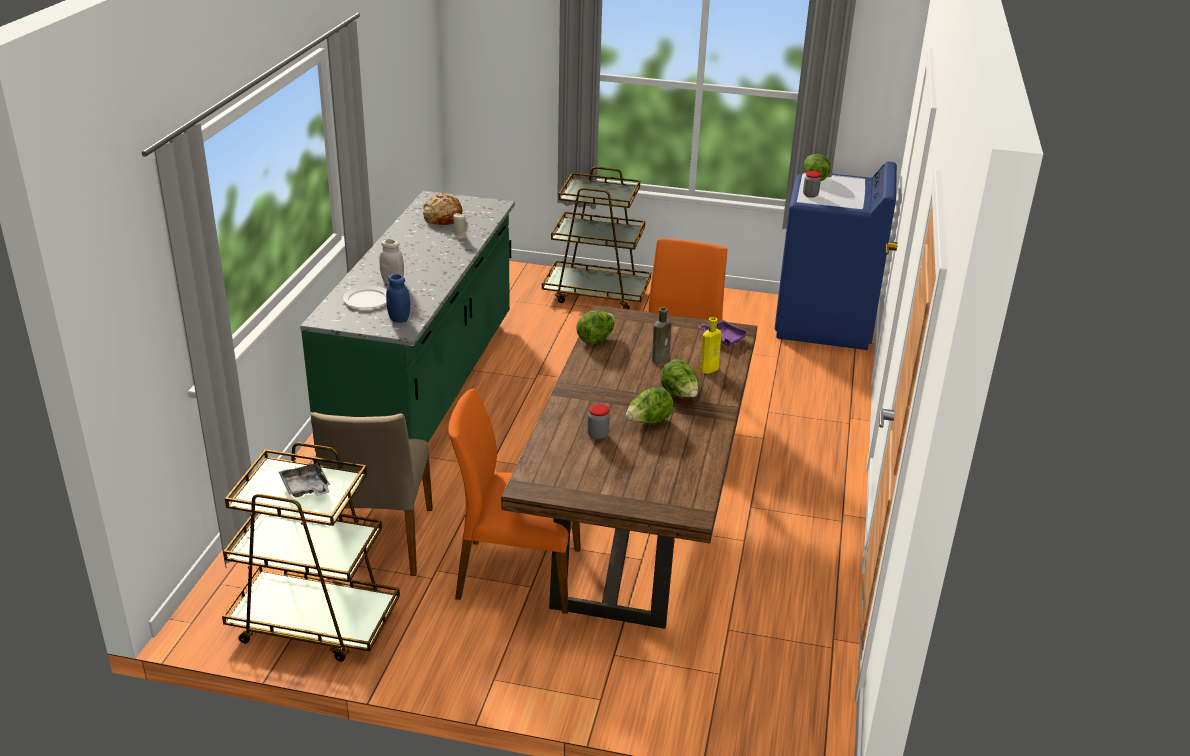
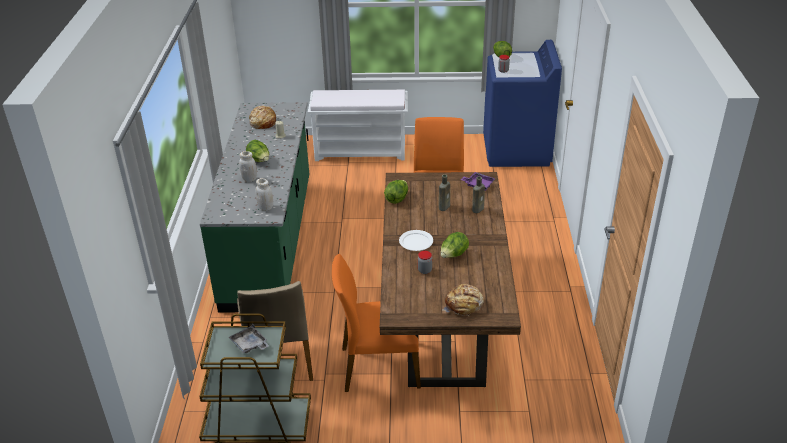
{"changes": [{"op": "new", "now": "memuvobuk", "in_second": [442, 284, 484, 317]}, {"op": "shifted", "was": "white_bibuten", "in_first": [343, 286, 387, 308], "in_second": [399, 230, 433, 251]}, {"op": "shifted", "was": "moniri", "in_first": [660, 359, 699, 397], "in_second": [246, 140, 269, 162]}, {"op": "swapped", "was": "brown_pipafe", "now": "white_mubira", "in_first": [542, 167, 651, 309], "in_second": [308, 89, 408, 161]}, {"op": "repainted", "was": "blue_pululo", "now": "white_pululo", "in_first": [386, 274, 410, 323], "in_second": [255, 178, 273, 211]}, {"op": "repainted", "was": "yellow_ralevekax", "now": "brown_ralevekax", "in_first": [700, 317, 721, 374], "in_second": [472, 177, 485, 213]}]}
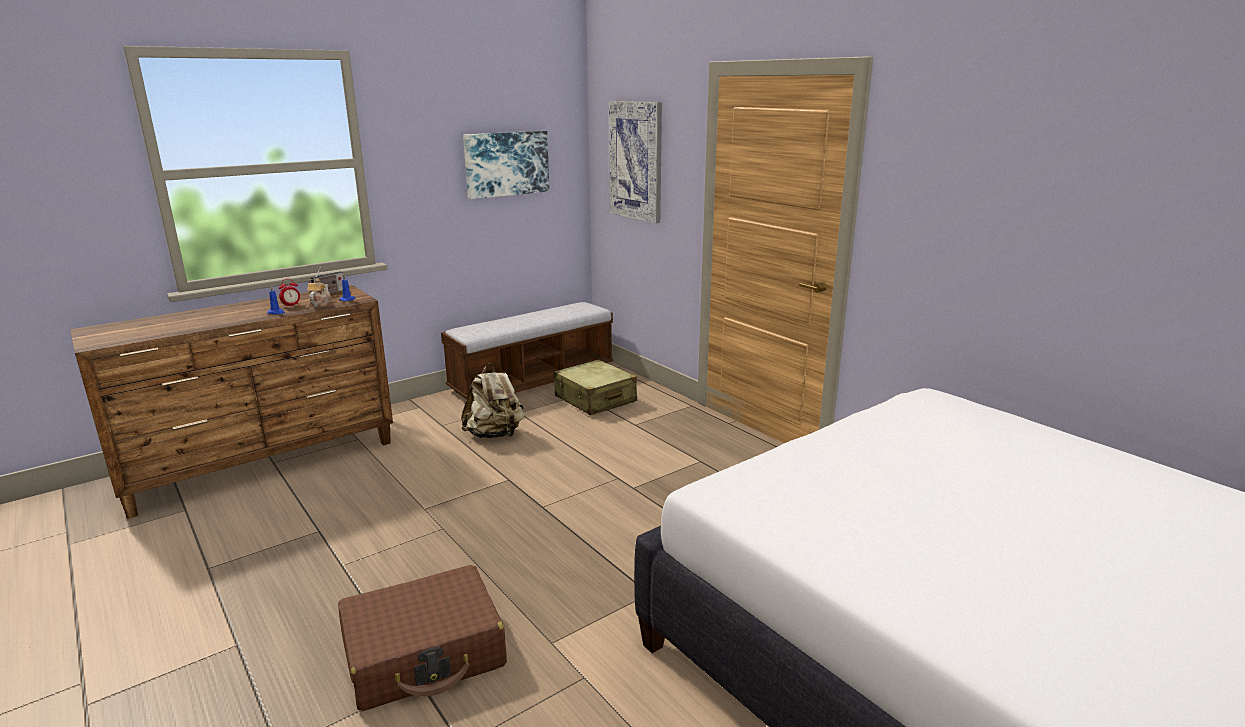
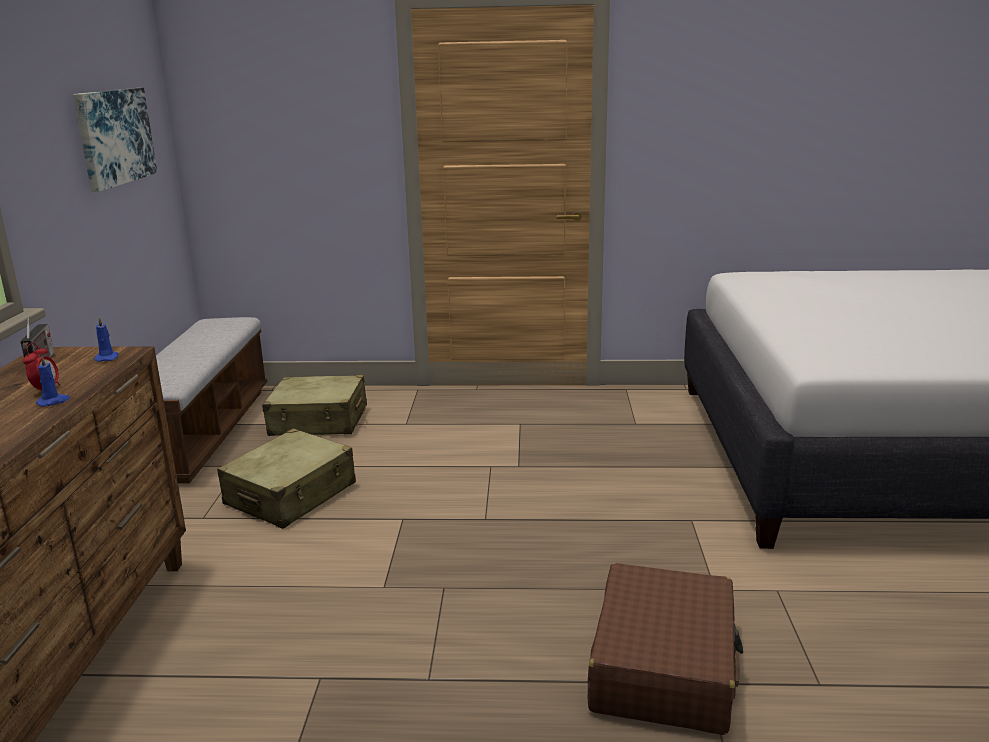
{"changes": [{"op": "gone", "was": "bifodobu", "in_first": [307, 278, 332, 307]}, {"op": "gone", "was": "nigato", "in_first": [609, 101, 662, 224]}, {"op": "swapped", "was": "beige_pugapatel", "now": "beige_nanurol", "in_first": [461, 363, 524, 438], "in_second": [217, 429, 356, 529]}]}
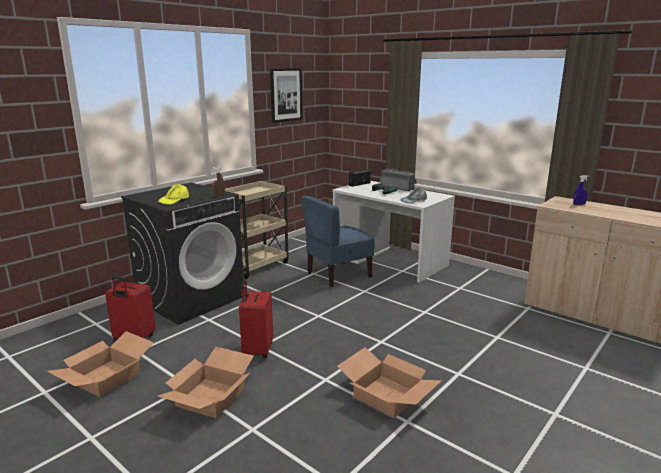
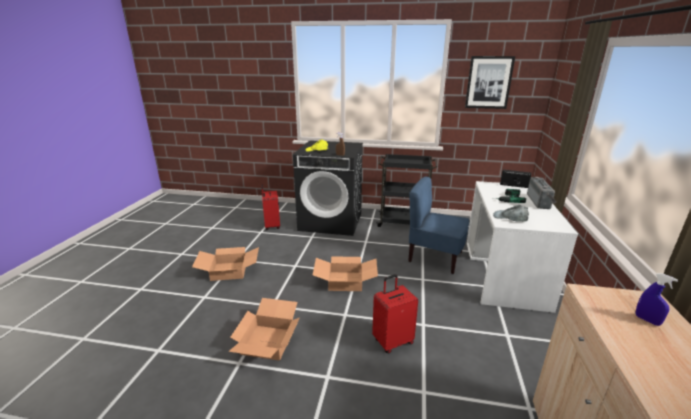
{"changes": [{"op": "shifted", "was": "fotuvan", "in_first": [47, 331, 154, 397], "in_second": [313, 256, 378, 291]}, {"op": "shifted", "was": "red_nanurol", "in_first": [239, 280, 273, 358], "in_second": [372, 274, 418, 353]}, {"op": "repainted", "was": "beige_pipafe", "now": "black_pipafe", "in_first": [225, 181, 289, 279], "in_second": [376, 154, 438, 227]}]}
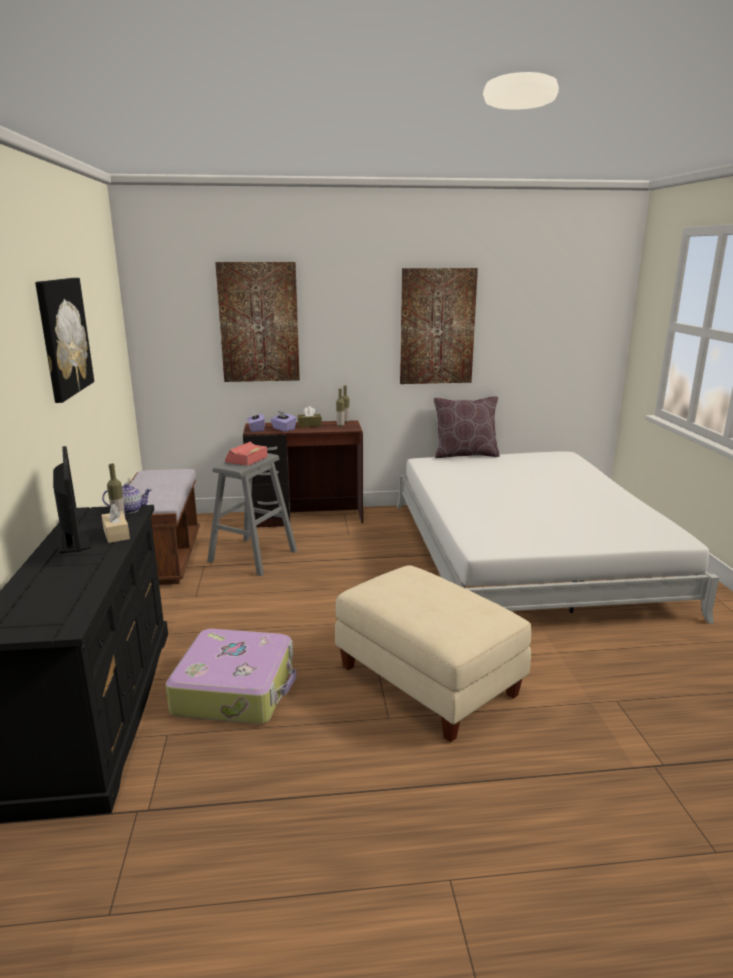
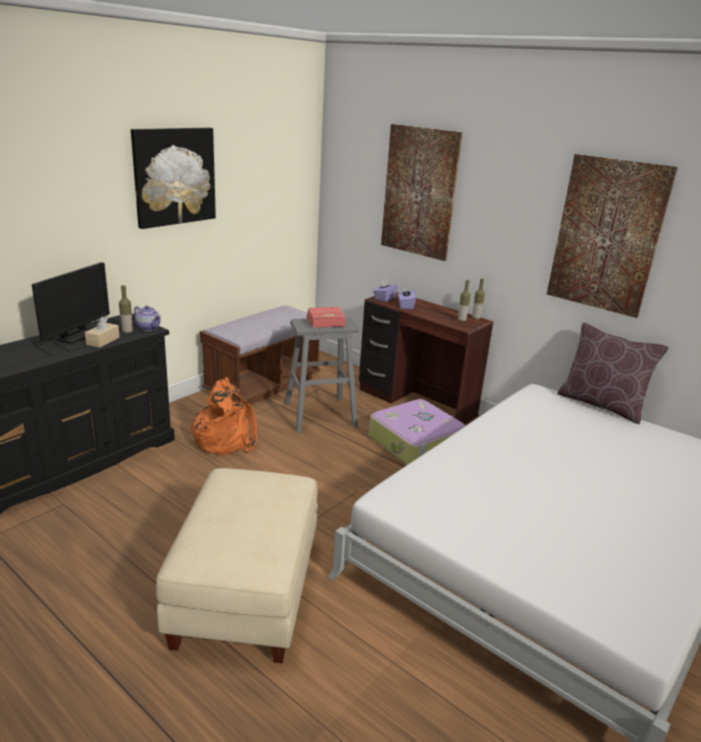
{"changes": [{"op": "gone", "was": "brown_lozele", "in_first": [298, 406, 322, 427]}, {"op": "new", "now": "orange_pugapatel", "in_second": [189, 377, 258, 455]}, {"op": "shifted", "was": "nanurol", "in_first": [166, 629, 297, 724], "in_second": [369, 399, 466, 465]}]}
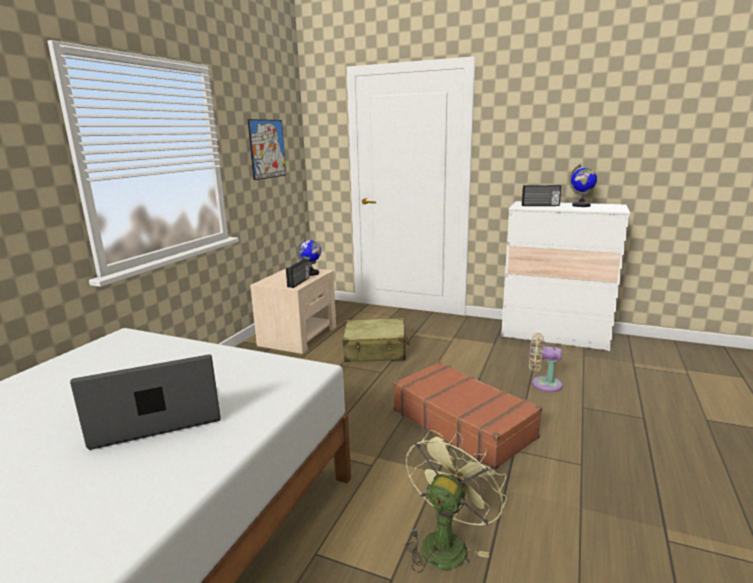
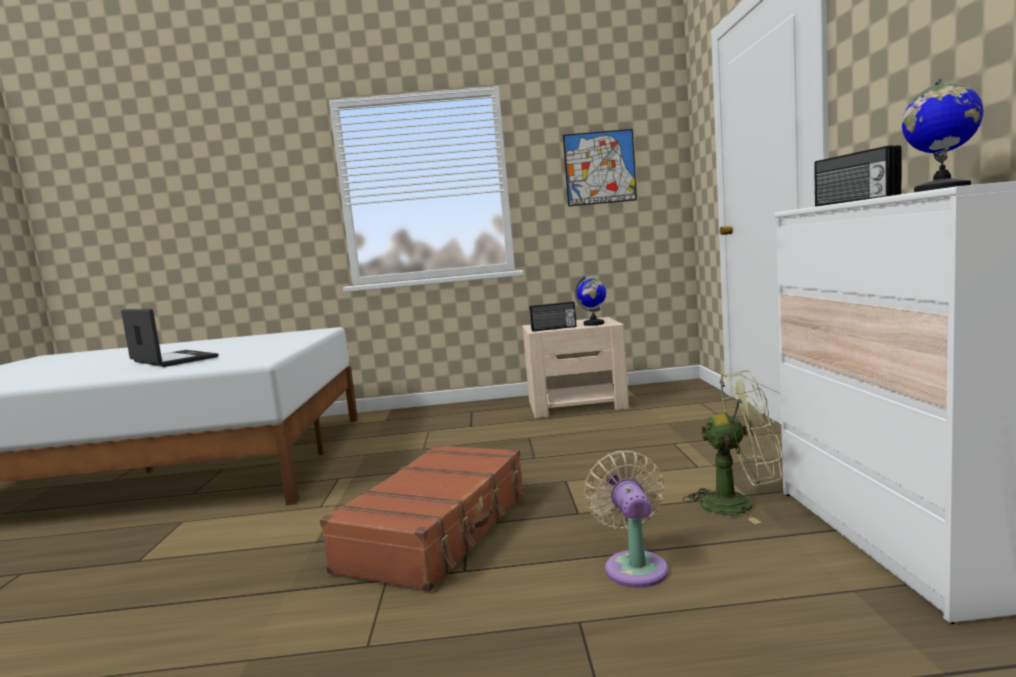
{"changes": [{"op": "gone", "was": "beige_nanurol", "in_first": [342, 318, 410, 362]}, {"op": "shifted", "was": "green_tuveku", "in_first": [405, 430, 507, 573], "in_second": [683, 370, 782, 524]}]}
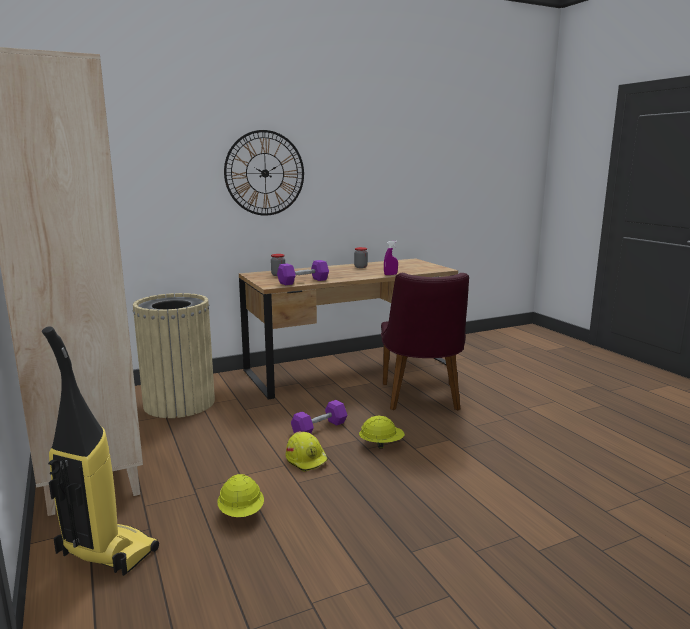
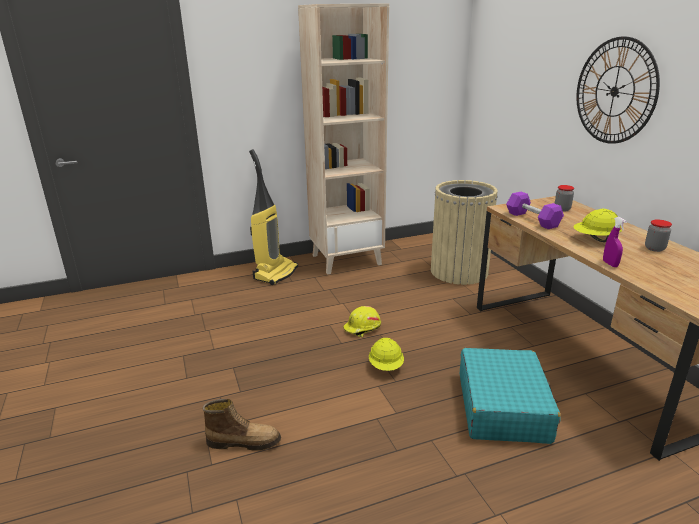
{"changes": [{"op": "gone", "was": "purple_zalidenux", "in_first": [291, 400, 348, 434]}, {"op": "new", "now": "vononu", "in_second": [202, 399, 281, 451]}, {"op": "shifted", "was": "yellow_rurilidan", "in_first": [217, 474, 264, 517], "in_second": [573, 209, 622, 242]}, {"op": "swapped", "was": "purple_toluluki", "now": "turquoise_nanurol", "in_first": [381, 273, 469, 410], "in_second": [460, 348, 561, 444]}]}
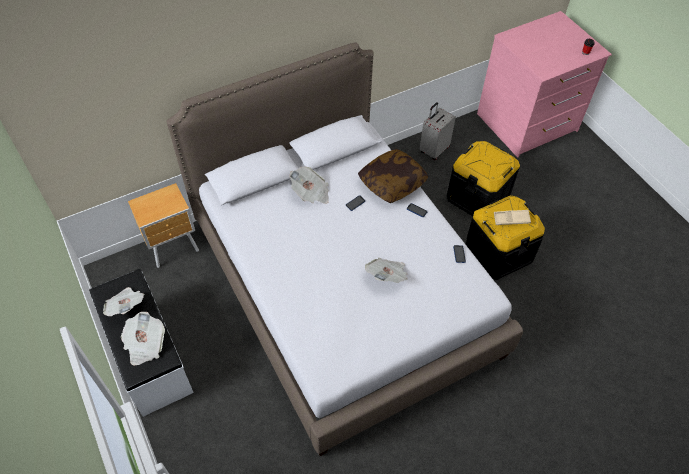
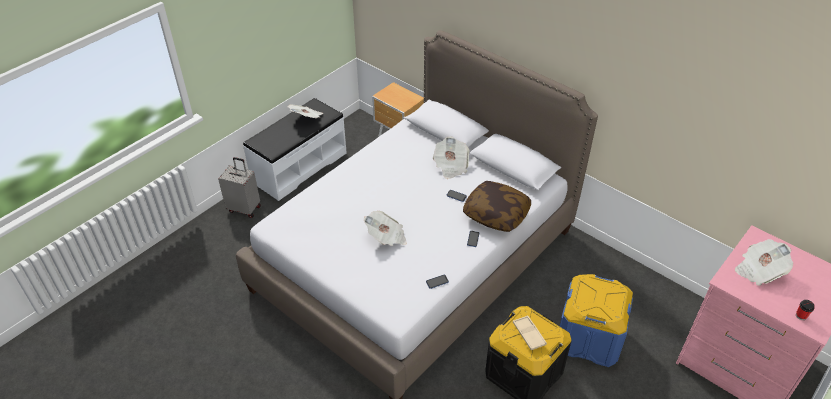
{"changes": [{"op": "shifted", "was": "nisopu", "in_first": [121, 312, 165, 366], "in_second": [735, 239, 793, 286]}, {"op": "shifted", "was": "grey_nanurol", "in_first": [420, 102, 456, 160], "in_second": [218, 157, 261, 218]}, {"op": "repainted", "was": "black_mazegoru", "now": "blue_mazegoru", "in_first": [447, 141, 520, 216], "in_second": [560, 274, 633, 367]}]}
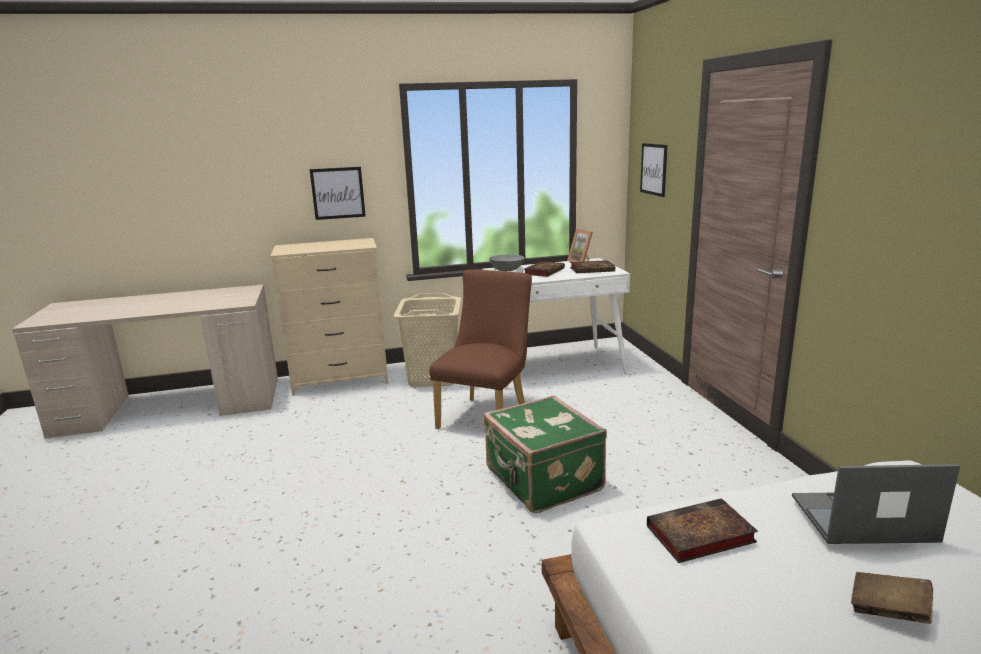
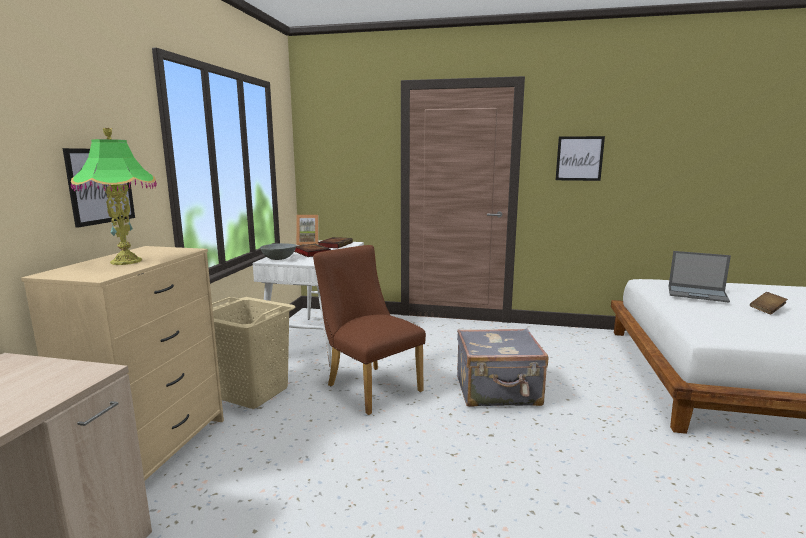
{"changes": [{"op": "gone", "was": "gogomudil", "in_first": [647, 498, 758, 563]}, {"op": "new", "now": "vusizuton", "in_second": [71, 128, 157, 265]}, {"op": "shifted", "was": "nigato", "in_first": [640, 143, 667, 197], "in_second": [556, 136, 605, 181]}, {"op": "repainted", "was": "green_nanurol", "now": "grey_nanurol", "in_first": [483, 395, 607, 513], "in_second": [457, 328, 548, 407]}, {"op": "rotated", "was": "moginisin", "in_first": [792, 464, 960, 544], "in_second": [669, 251, 731, 303], "clockwise": -90}]}
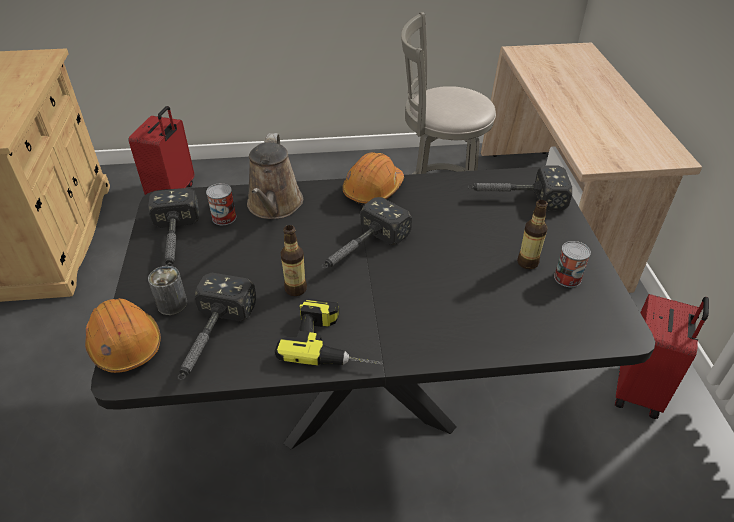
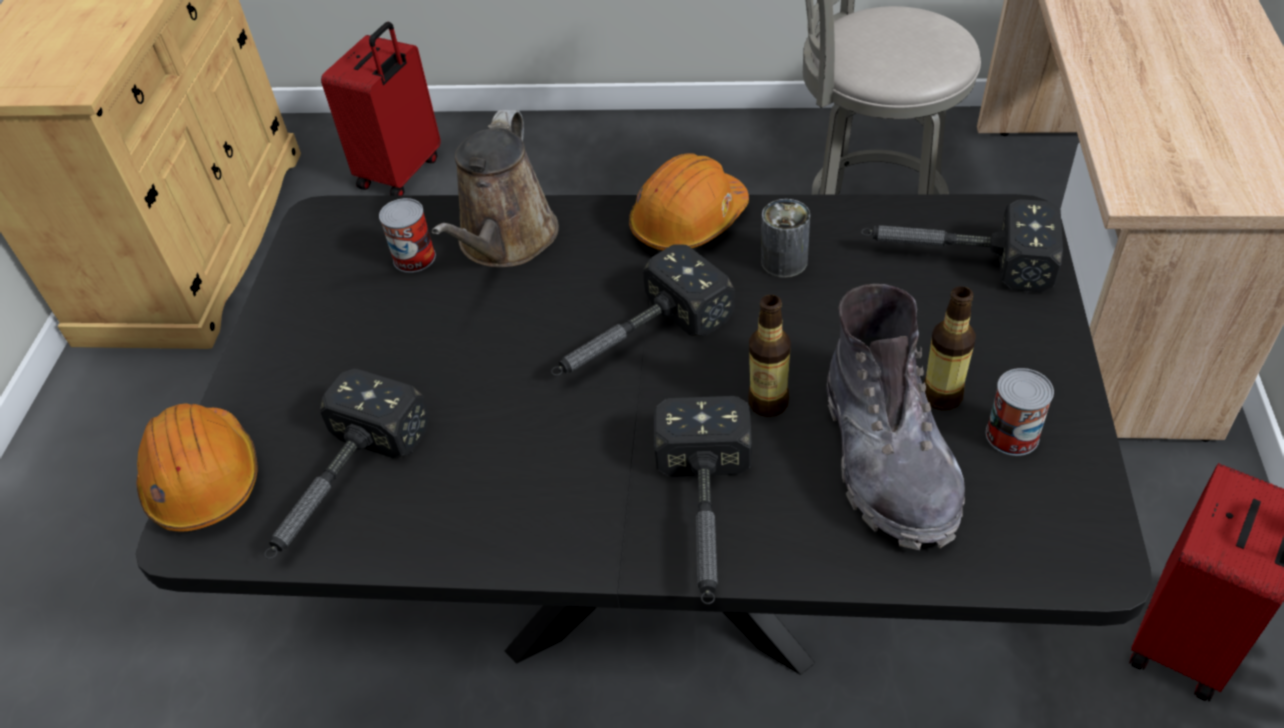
{"changes": [{"op": "gone", "was": "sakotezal", "in_first": [275, 299, 382, 366]}, {"op": "new", "now": "grey_vononu", "in_second": [827, 284, 965, 550]}, {"op": "shifted", "was": "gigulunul", "in_first": [148, 188, 199, 266], "in_second": [654, 396, 752, 604]}, {"op": "shifted", "was": "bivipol", "in_first": [148, 266, 187, 315], "in_second": [761, 199, 810, 278]}, {"op": "shifted", "was": "ralevekax", "in_first": [280, 225, 307, 296], "in_second": [748, 295, 791, 417]}]}
